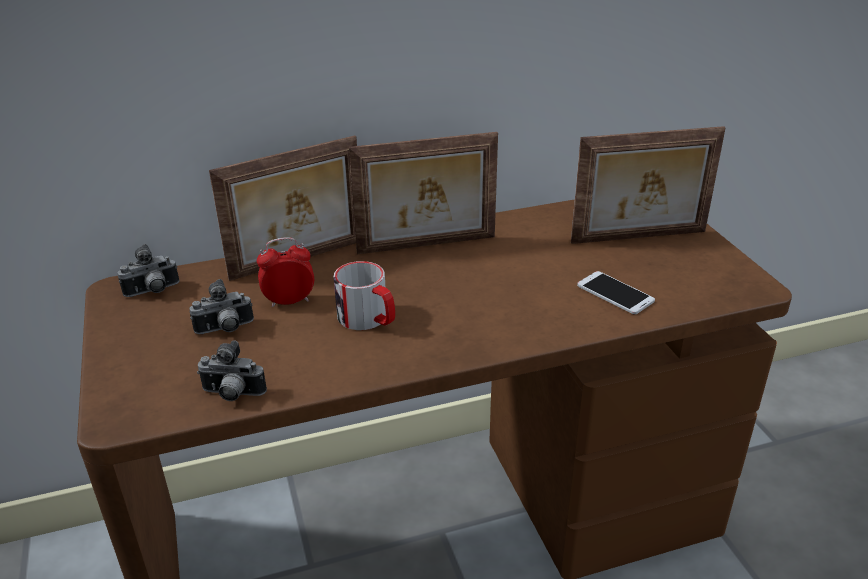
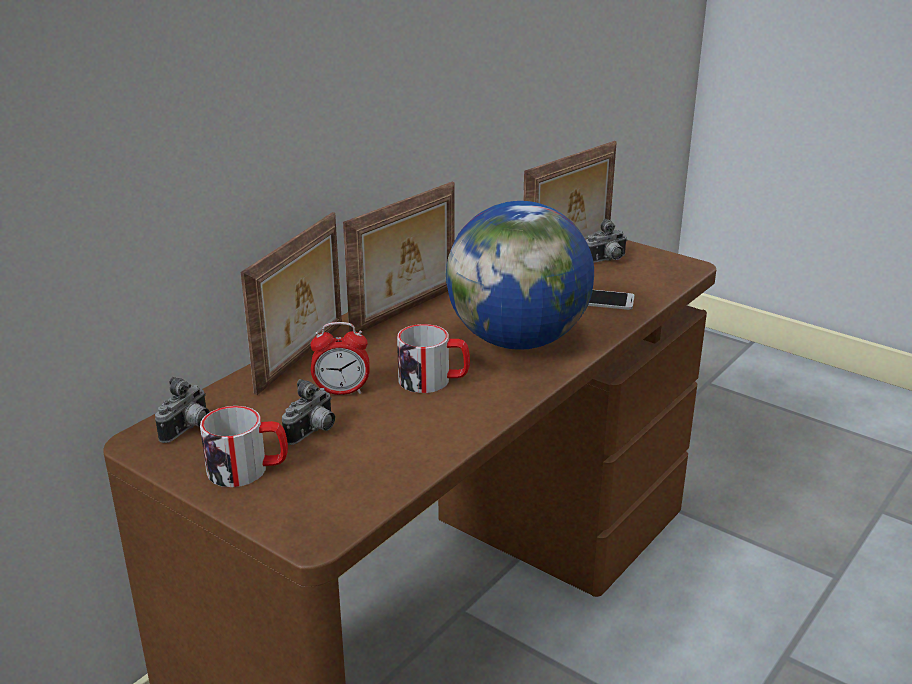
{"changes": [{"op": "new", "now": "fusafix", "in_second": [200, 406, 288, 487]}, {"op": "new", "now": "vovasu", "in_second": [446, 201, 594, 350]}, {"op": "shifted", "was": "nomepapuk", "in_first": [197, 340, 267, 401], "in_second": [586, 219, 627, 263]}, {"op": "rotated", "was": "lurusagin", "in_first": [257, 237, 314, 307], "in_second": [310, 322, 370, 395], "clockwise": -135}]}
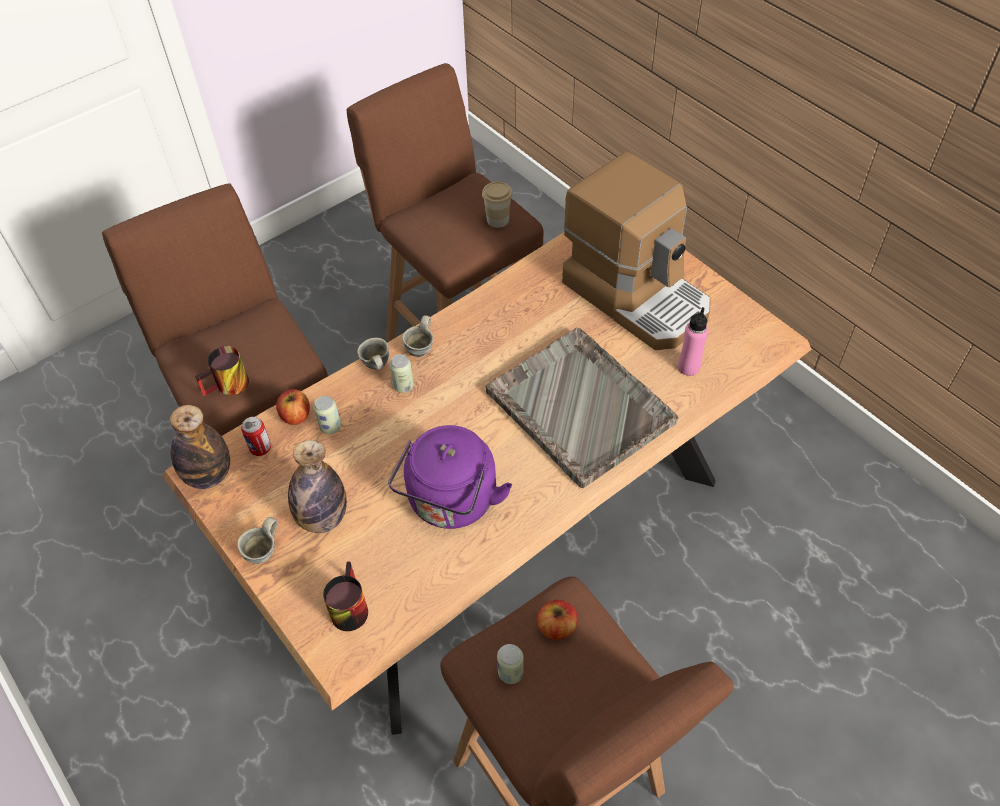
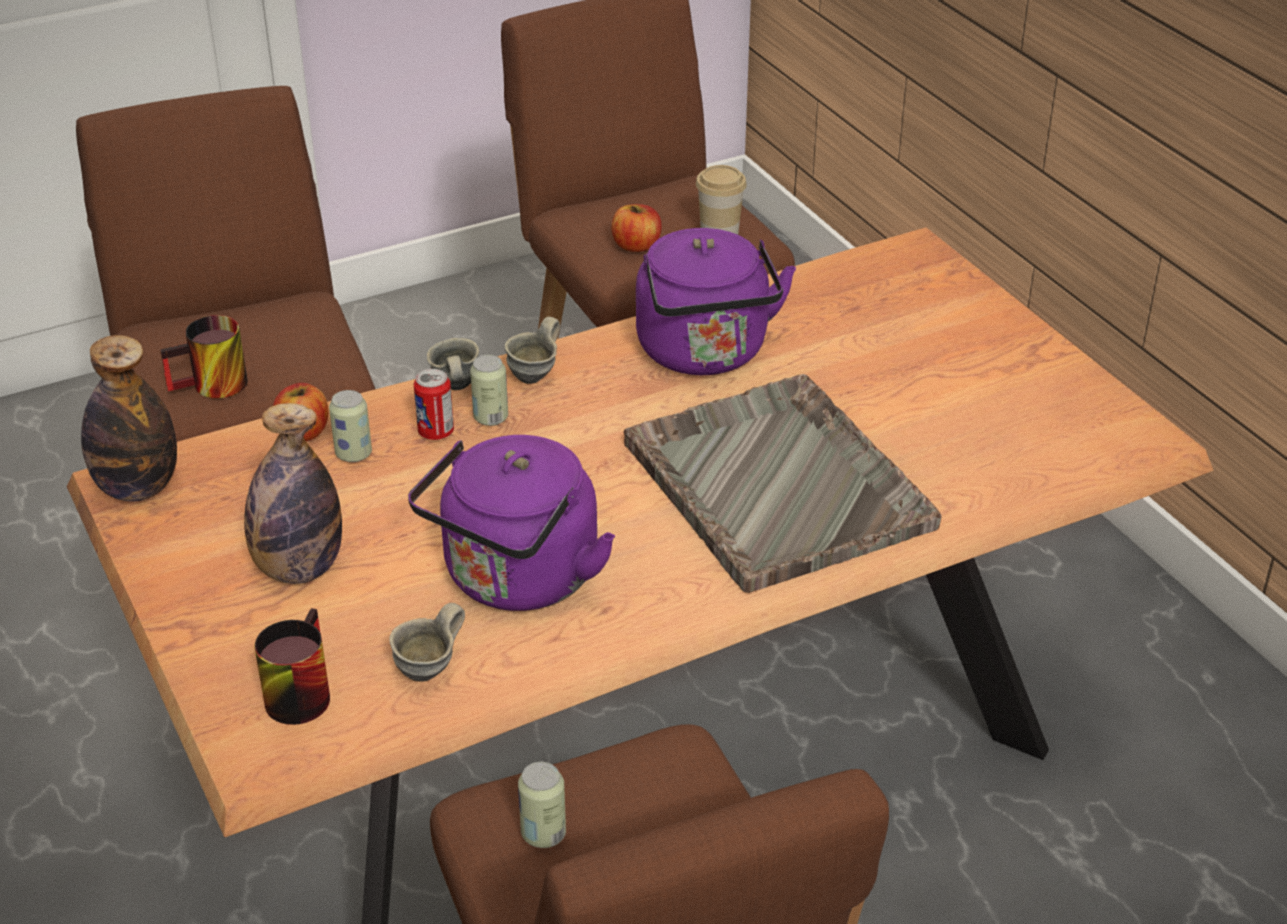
{"changes": [{"op": "gone", "was": "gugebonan", "in_first": [562, 152, 711, 350]}, {"op": "gone", "was": "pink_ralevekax", "in_first": [678, 307, 708, 376]}, {"op": "new", "now": "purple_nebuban", "in_second": [636, 228, 796, 375]}, {"op": "shifted", "was": "grey_fusafix", "in_first": [237, 517, 278, 564], "in_second": [389, 603, 465, 682]}, {"op": "shifted", "was": "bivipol", "in_first": [241, 417, 271, 456], "in_second": [414, 369, 454, 440]}, {"op": "shifted", "was": "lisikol", "in_first": [537, 600, 578, 640], "in_second": [611, 204, 662, 252]}]}
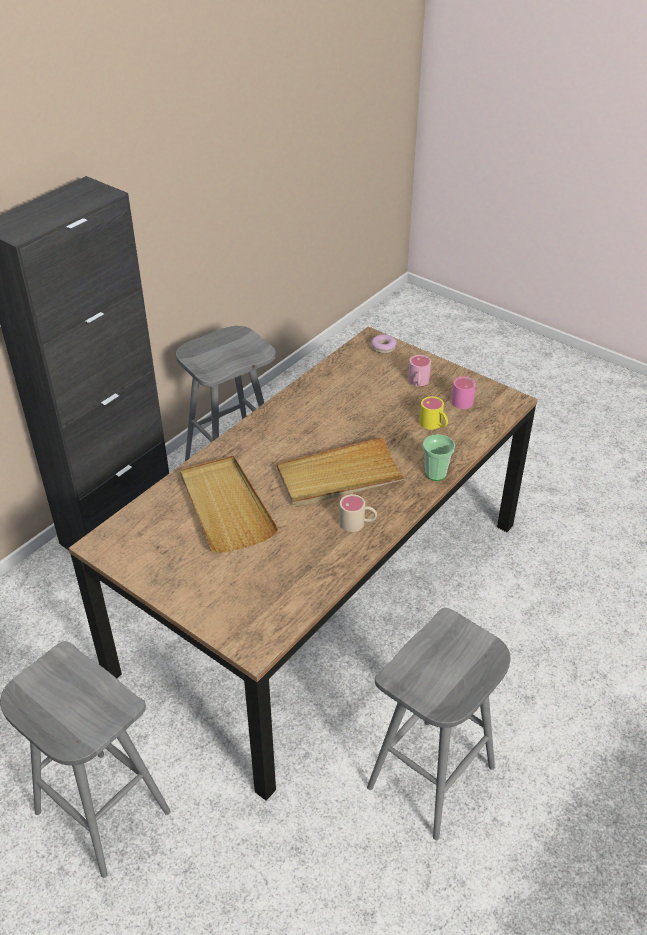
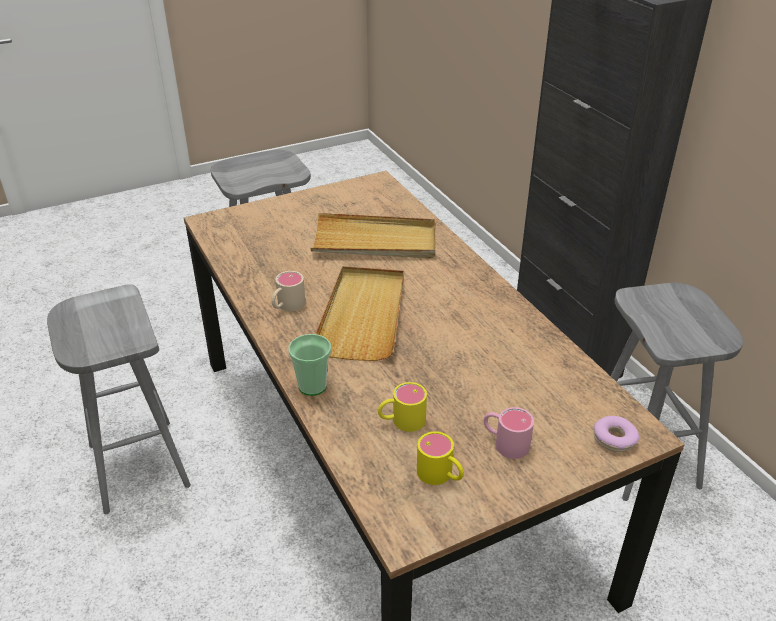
{"changes": [{"op": "repainted", "was": "pink_fusafix", "now": "yellow_fusafix", "in_first": [451, 376, 476, 409], "in_second": [417, 431, 464, 485]}]}
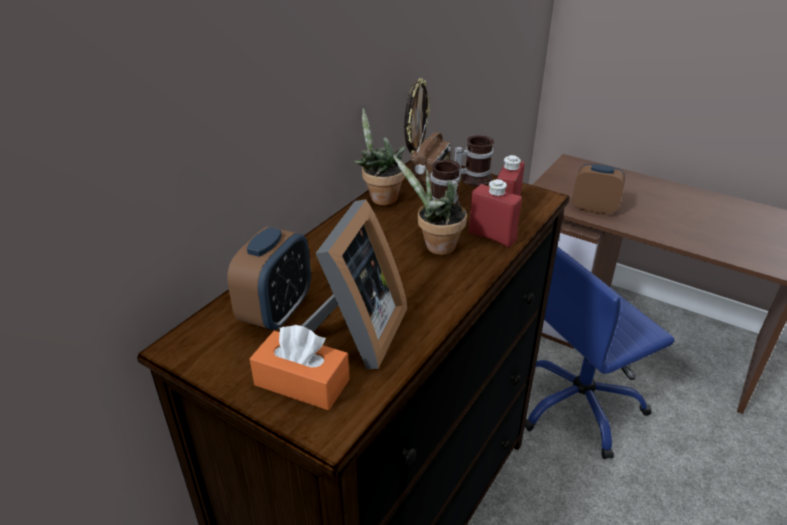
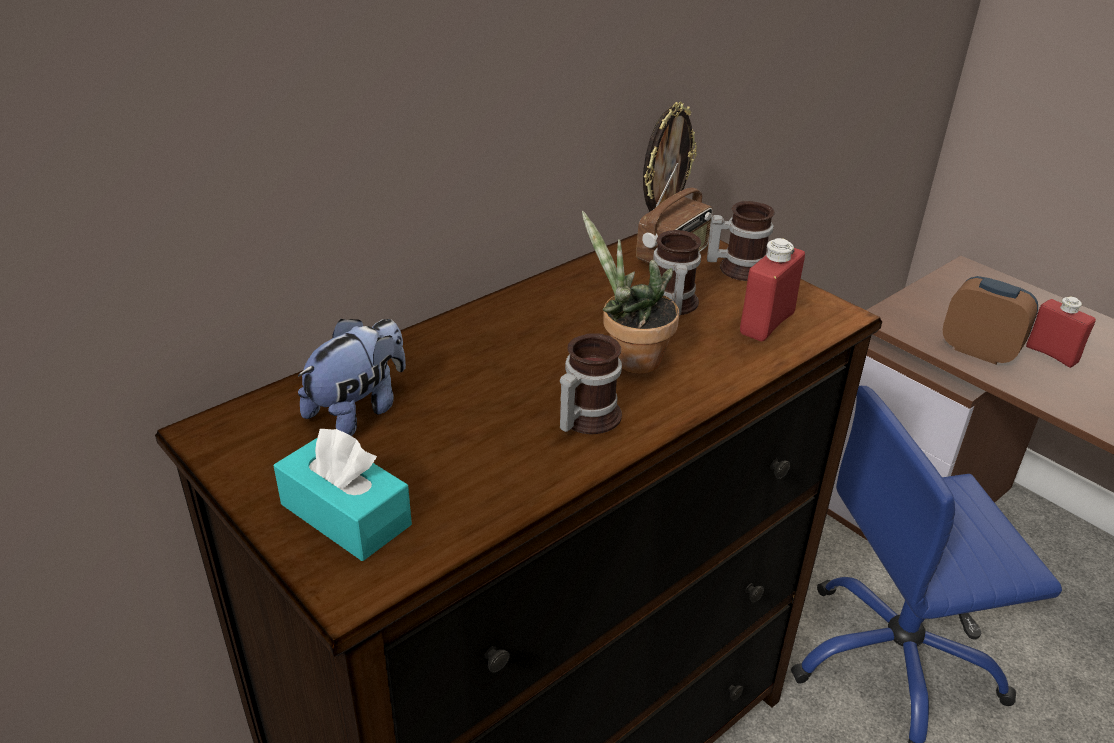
{"changes": [{"op": "gone", "was": "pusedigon", "in_first": [301, 199, 407, 369]}, {"op": "gone", "was": "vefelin", "in_first": [353, 108, 406, 205]}, {"op": "new", "now": "fusafix", "in_second": [560, 333, 622, 434]}, {"op": "shifted", "was": "red_ralevekax", "in_first": [469, 179, 522, 247], "in_second": [1026, 297, 1096, 368]}, {"op": "swapped", "was": "lurusagin", "now": "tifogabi", "in_first": [227, 227, 311, 330], "in_second": [298, 319, 406, 436]}, {"op": "repainted", "was": "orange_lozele", "now": "turquoise_lozele", "in_first": [249, 325, 350, 410], "in_second": [274, 429, 412, 561]}]}
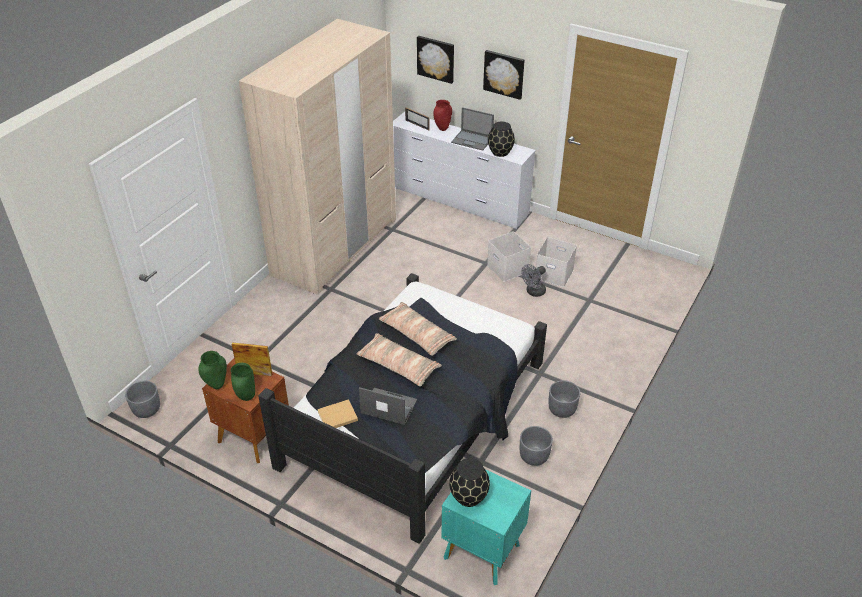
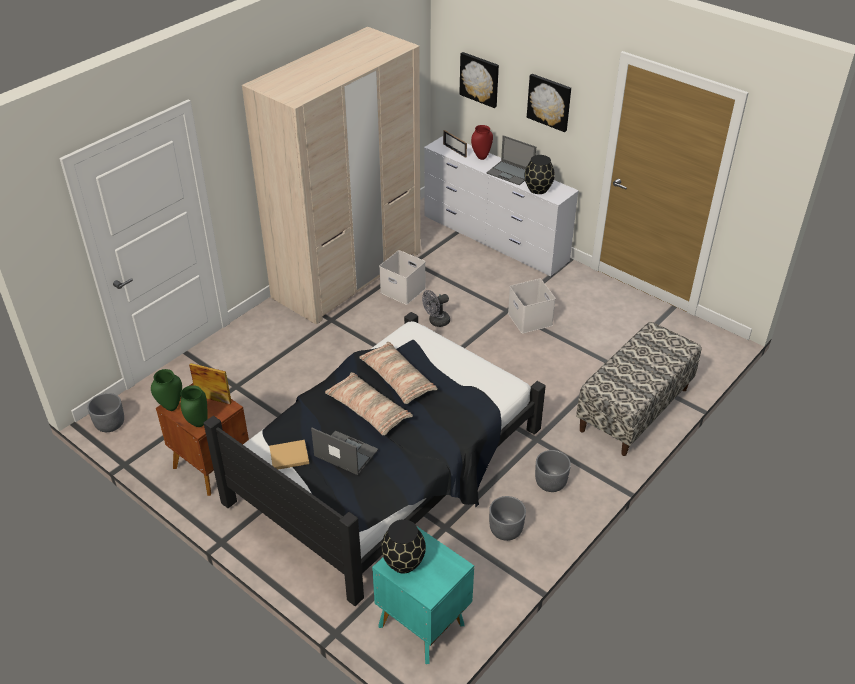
{"changes": [{"op": "new", "now": "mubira", "in_second": [576, 322, 701, 456]}, {"op": "shifted", "was": "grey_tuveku", "in_first": [521, 264, 546, 297], "in_second": [422, 290, 450, 327]}, {"op": "shifted", "was": "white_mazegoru", "in_first": [536, 237, 577, 287], "in_second": [379, 250, 426, 305]}]}
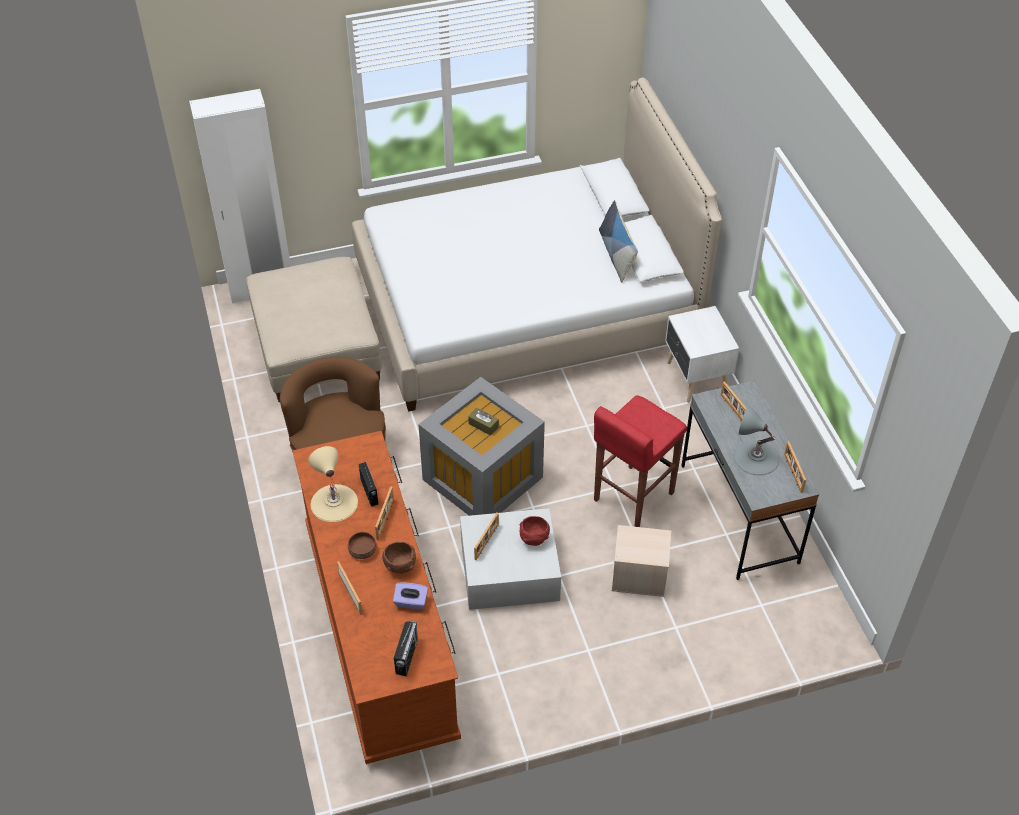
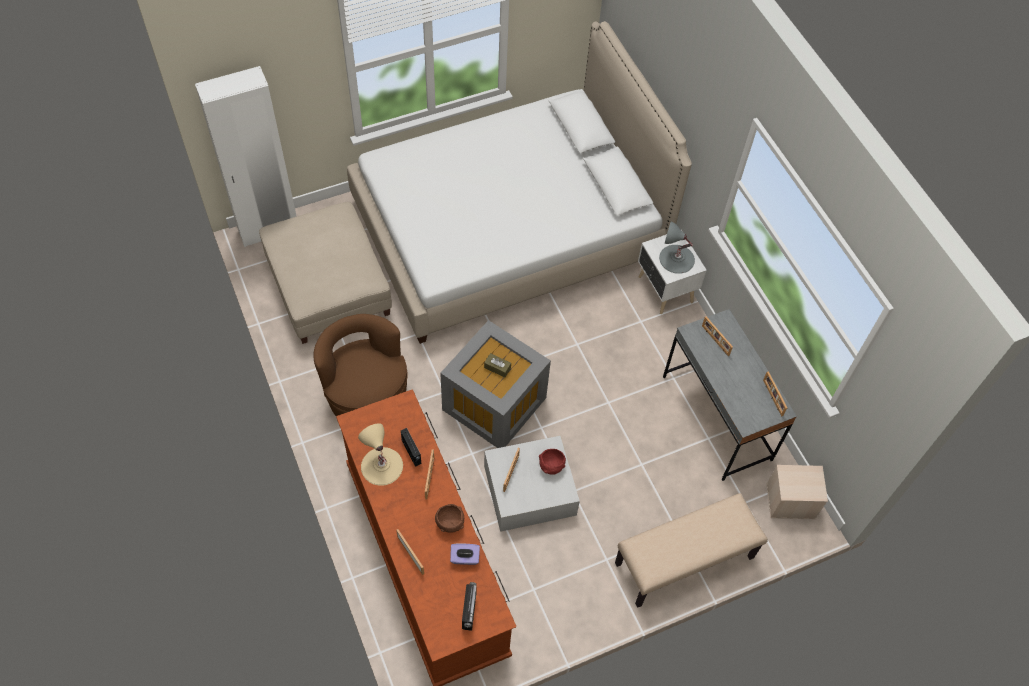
{"changes": [{"op": "gone", "was": "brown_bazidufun", "in_first": [348, 532, 376, 559]}, {"op": "gone", "was": "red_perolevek", "in_first": [594, 395, 687, 527]}, {"op": "gone", "was": "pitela", "in_first": [599, 200, 638, 282]}, {"op": "new", "now": "beige_mubira", "in_second": [615, 493, 768, 608]}, {"op": "shifted", "was": "beige_mazegoru", "in_first": [612, 525, 671, 597], "in_second": [766, 465, 828, 519]}, {"op": "shifted", "was": "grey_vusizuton", "in_first": [734, 406, 780, 476], "in_second": [659, 221, 695, 274]}]}
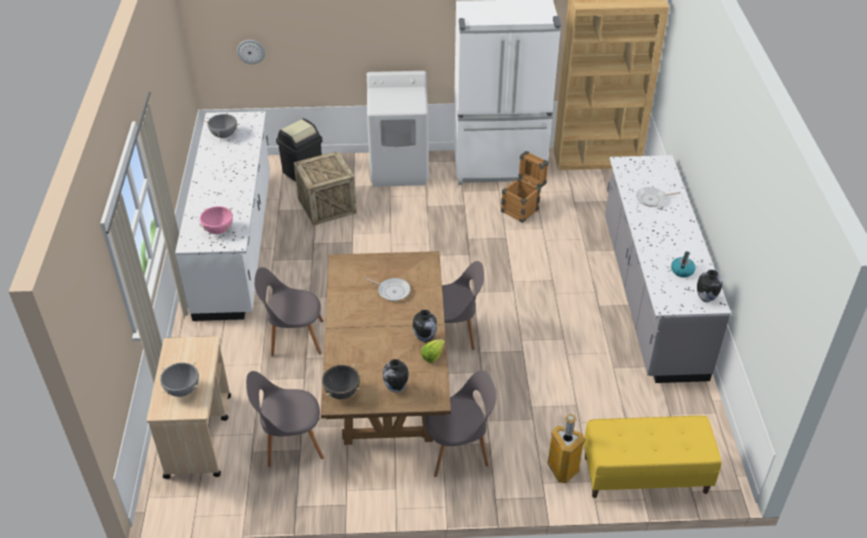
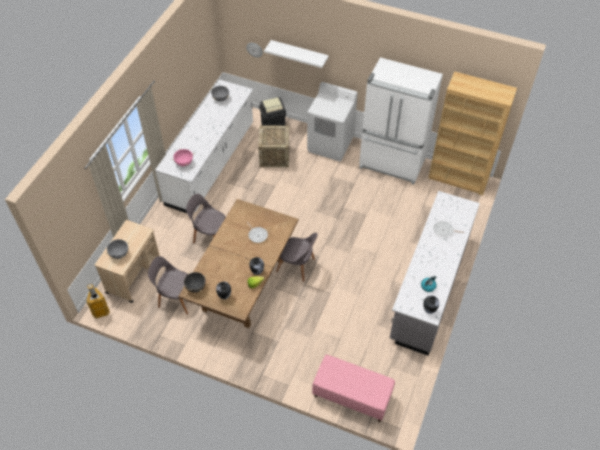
{"changes": [{"op": "gone", "was": "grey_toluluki", "in_first": [422, 370, 497, 477]}, {"op": "gone", "was": "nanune", "in_first": [501, 151, 549, 223]}, {"op": "new", "now": "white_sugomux", "in_second": [264, 40, 329, 68]}, {"op": "shifted", "was": "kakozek", "in_first": [547, 414, 585, 483], "in_second": [86, 284, 110, 319]}, {"op": "repainted", "was": "yellow_mubira", "now": "pink_mubira", "in_first": [584, 416, 721, 498], "in_second": [312, 355, 395, 422]}]}
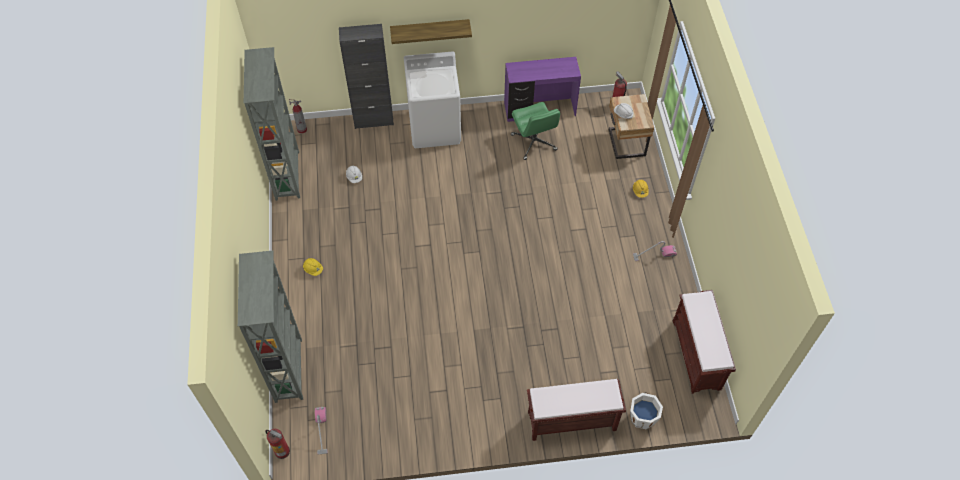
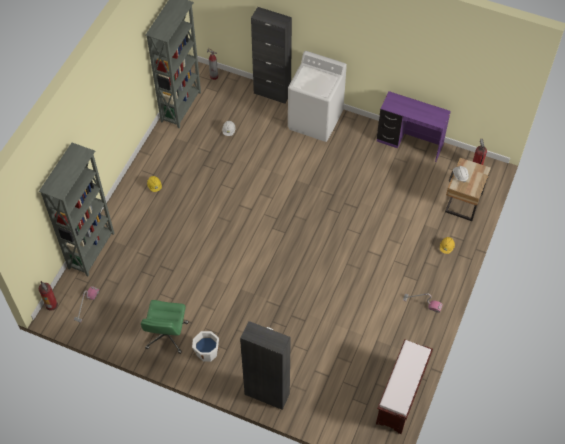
{"changes": [{"op": "gone", "was": "sugomux", "in_first": [390, 19, 472, 44]}, {"op": "shifted", "was": "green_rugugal", "in_first": [511, 102, 560, 160], "in_second": [141, 300, 189, 354]}, {"op": "shifted", "was": "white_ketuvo", "in_first": [630, 392, 663, 429], "in_second": [192, 331, 219, 362]}, {"op": "swapped", "was": "brown_mubira", "now": "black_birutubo", "in_first": [527, 379, 626, 441], "in_second": [240, 321, 291, 410]}]}
